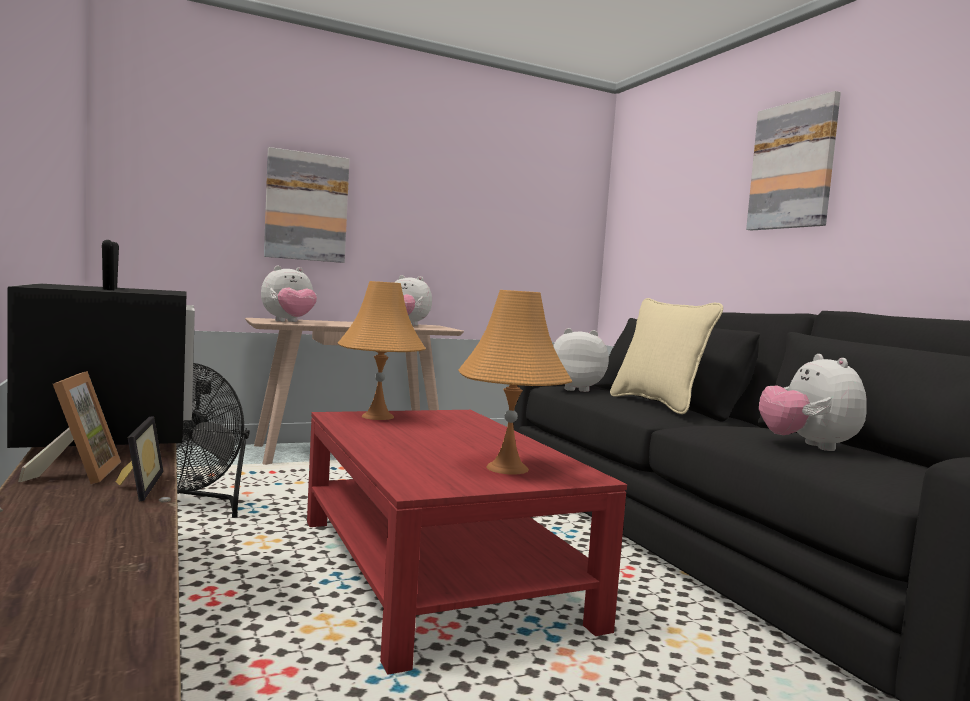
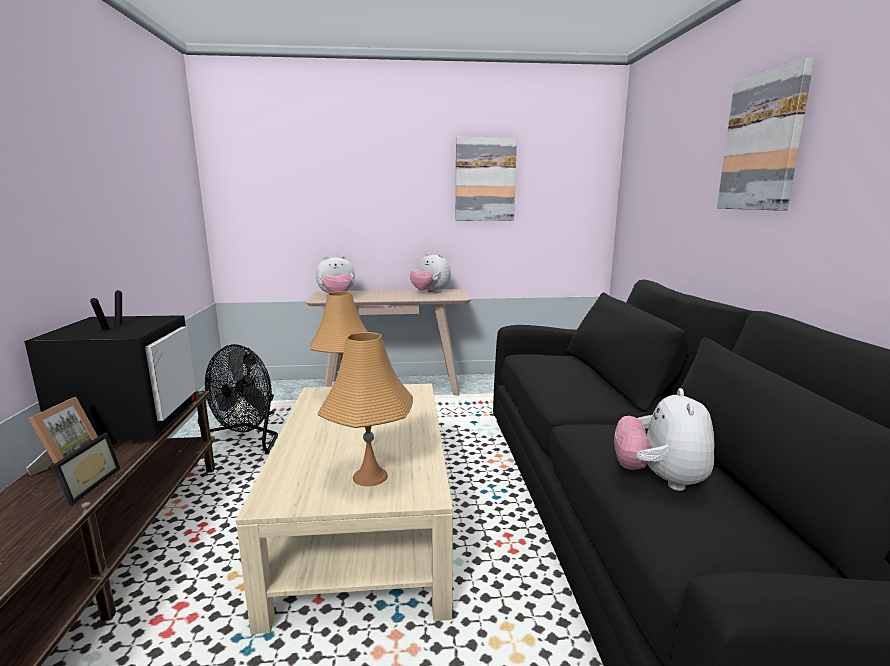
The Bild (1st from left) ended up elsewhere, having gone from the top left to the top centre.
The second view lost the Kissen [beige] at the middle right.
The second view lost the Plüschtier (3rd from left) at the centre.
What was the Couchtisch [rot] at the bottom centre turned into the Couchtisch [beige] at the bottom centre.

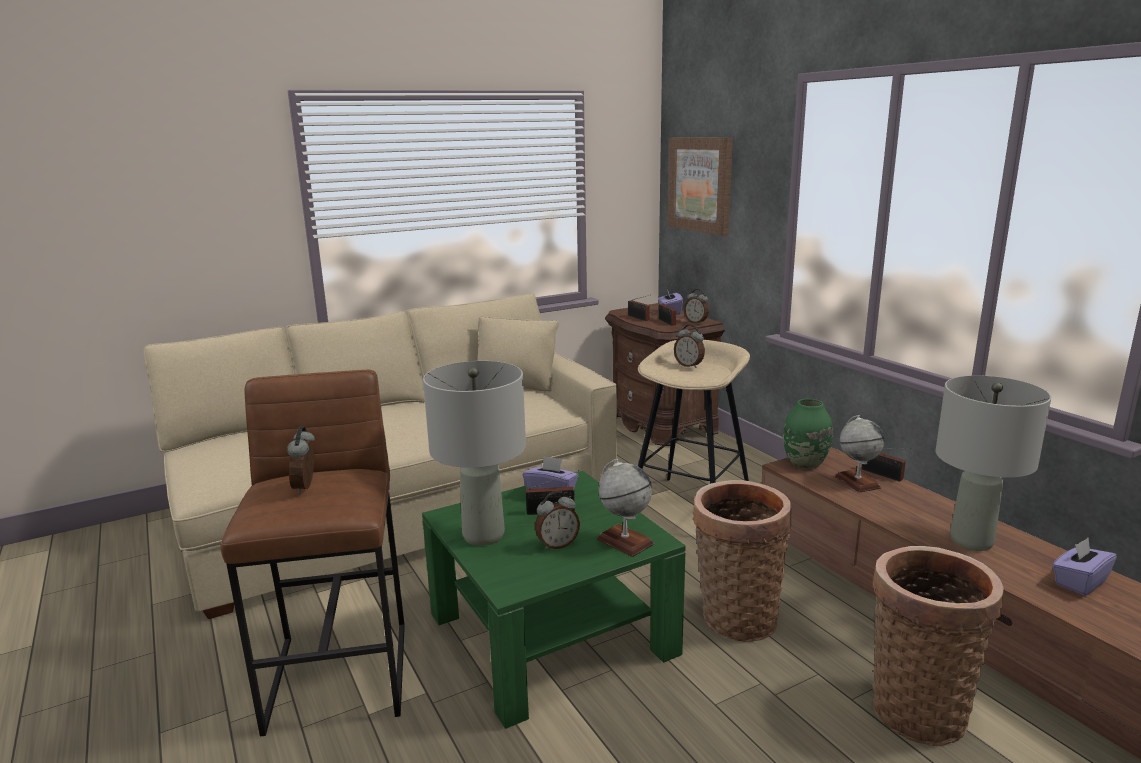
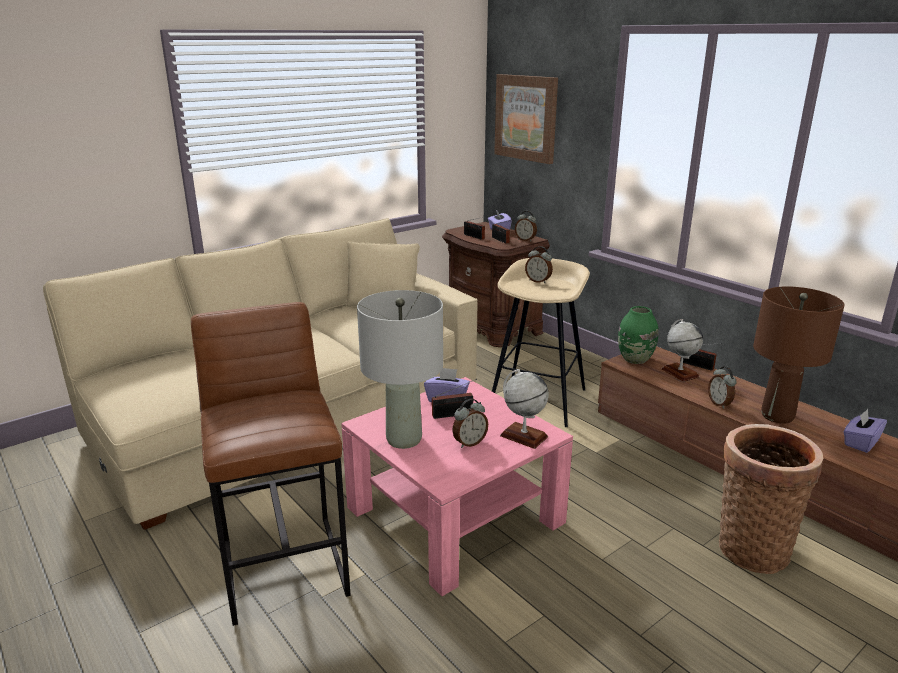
What was the Tischlampe [grau] (2nd from left) at the middle right turned into the Tischlampe [braun] at the middle right.
The Wecker (1st from left in the first image) ended up elsewhere, having gone from the middle left to the middle right.
What was the Couchtisch [grün] at the bottom centre turned into the Couchtisch [rosa] at the bottom centre.
The second view lost the Korb (1st from left) at the bottom centre.

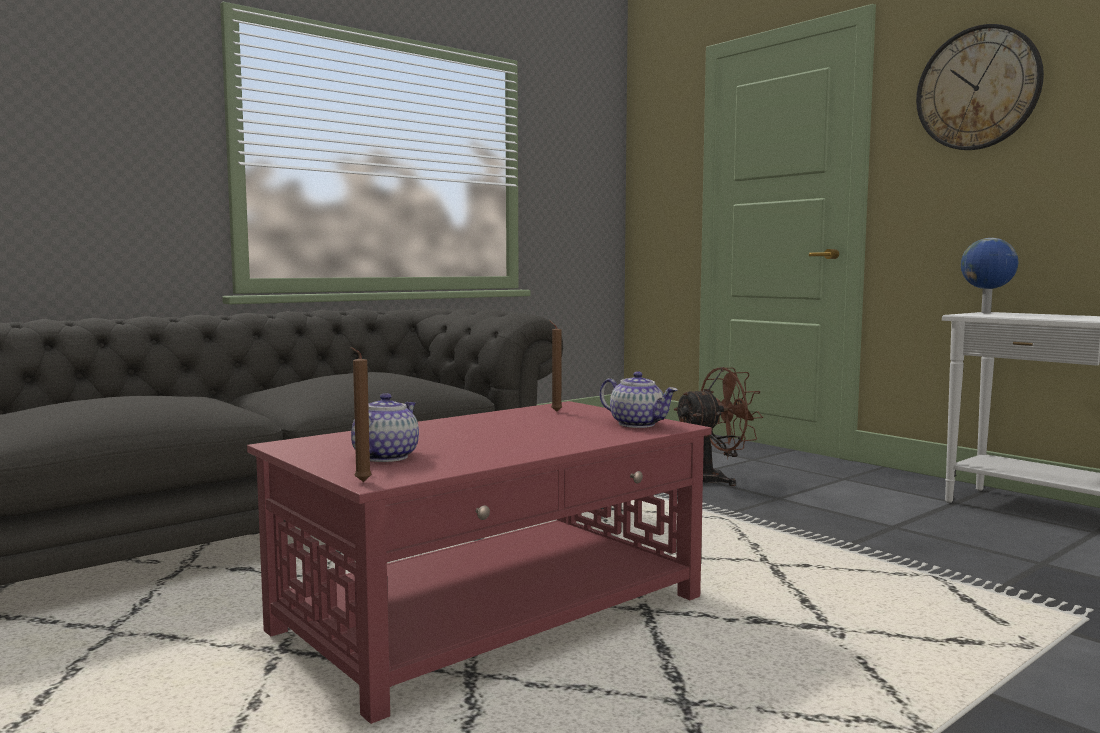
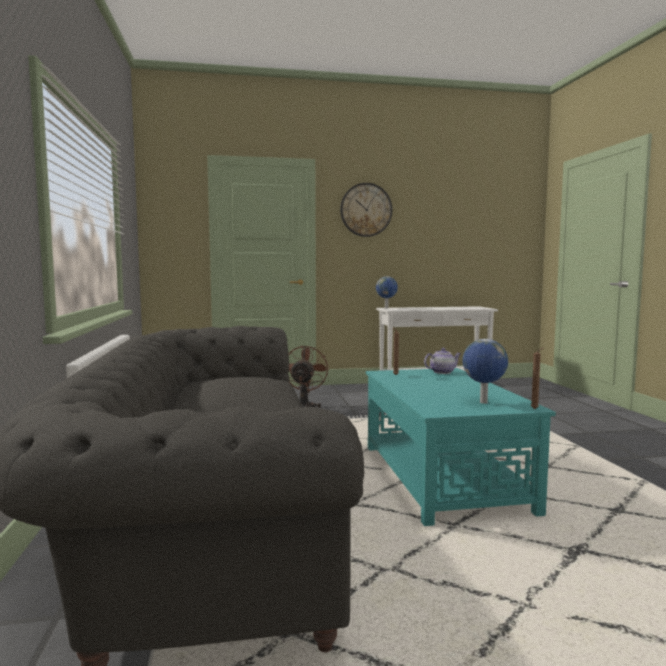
Where the Teekanne (1st from left) stood at the centre, the Globus (2nd from left) came to stand at the middle right.
What was the Couchtisch [rot] at the bottom centre turned into the Couchtisch [türkis] at the bottom right.

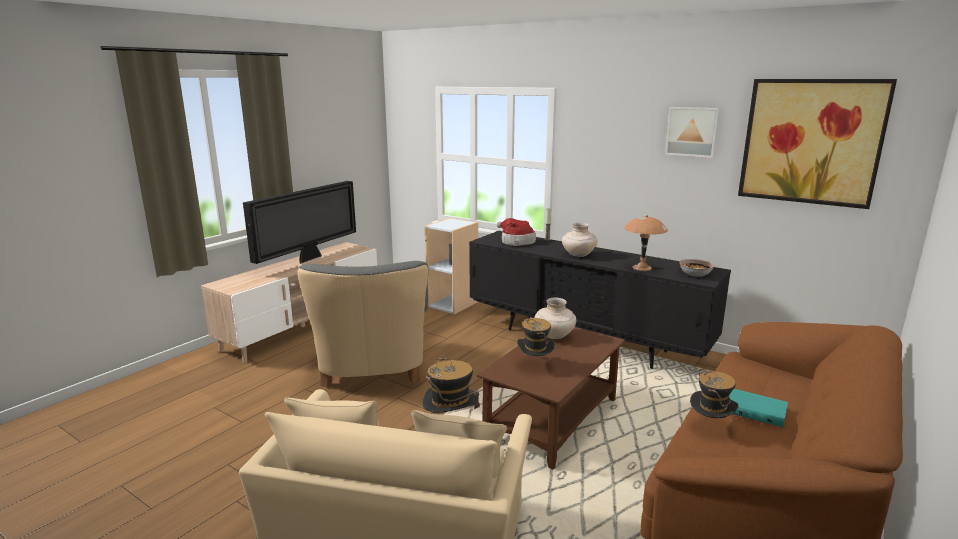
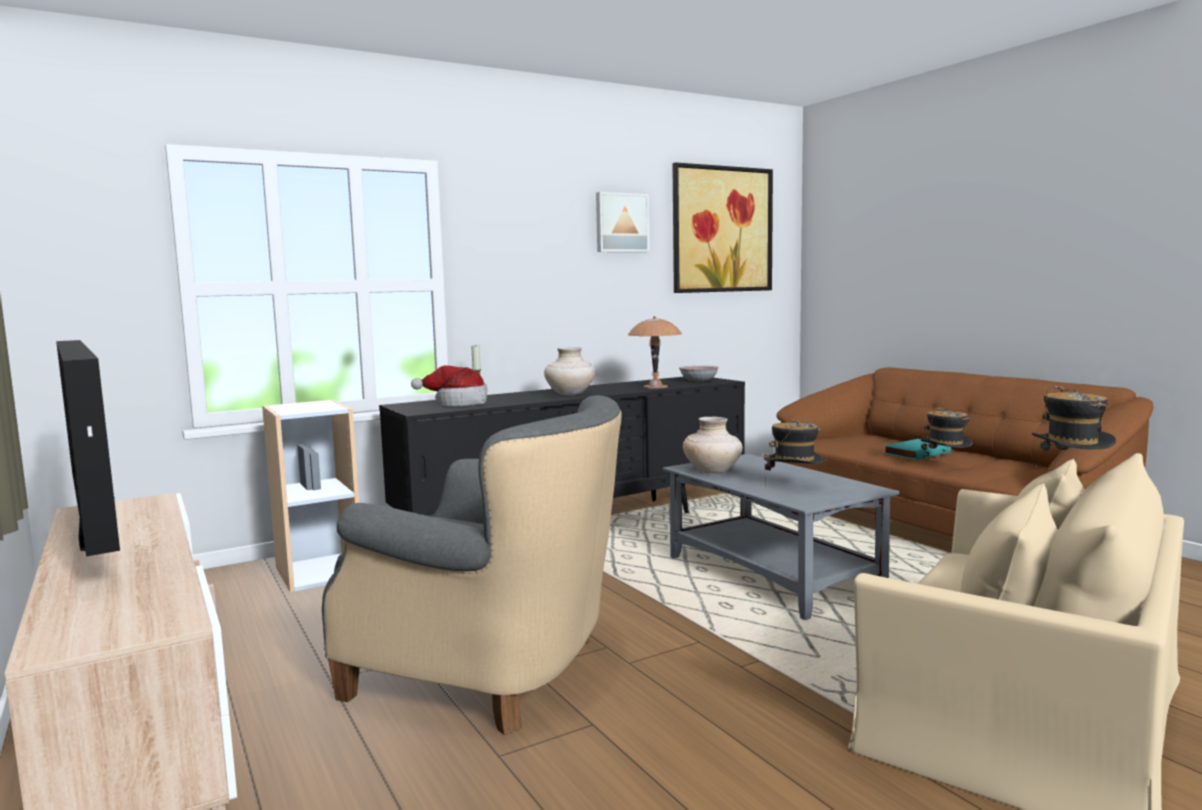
What was the Couchtisch [braun] at the bottom centre turned into the Couchtisch [grau] at the centre.

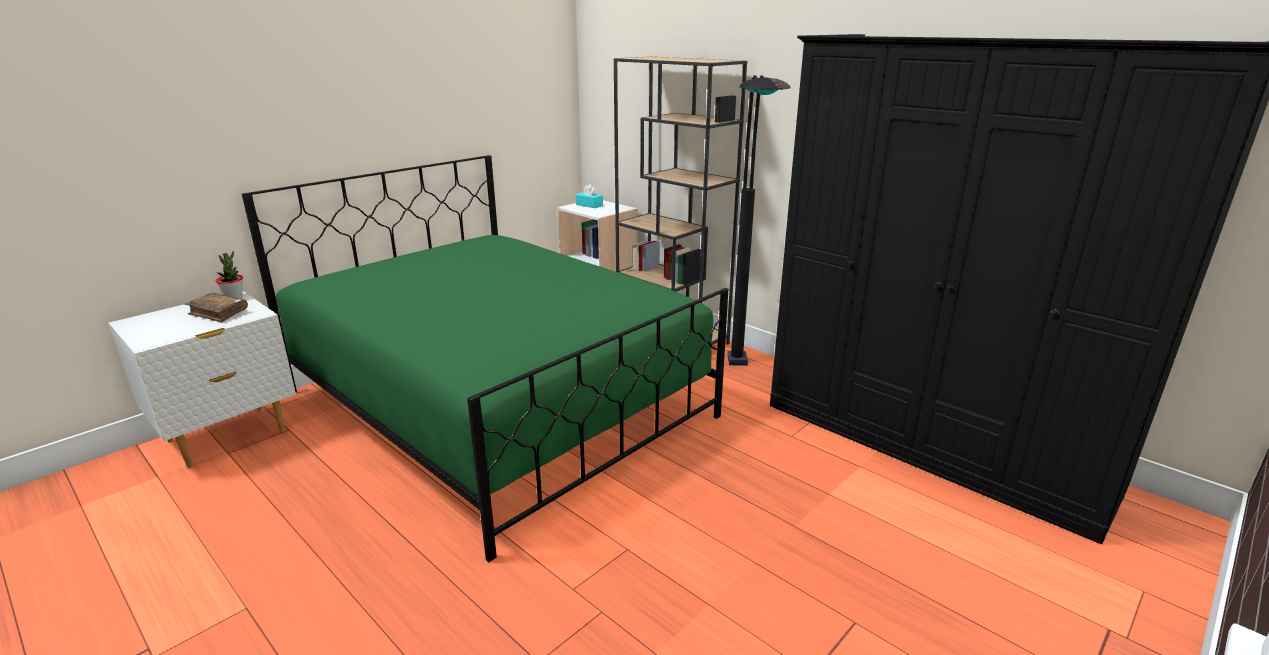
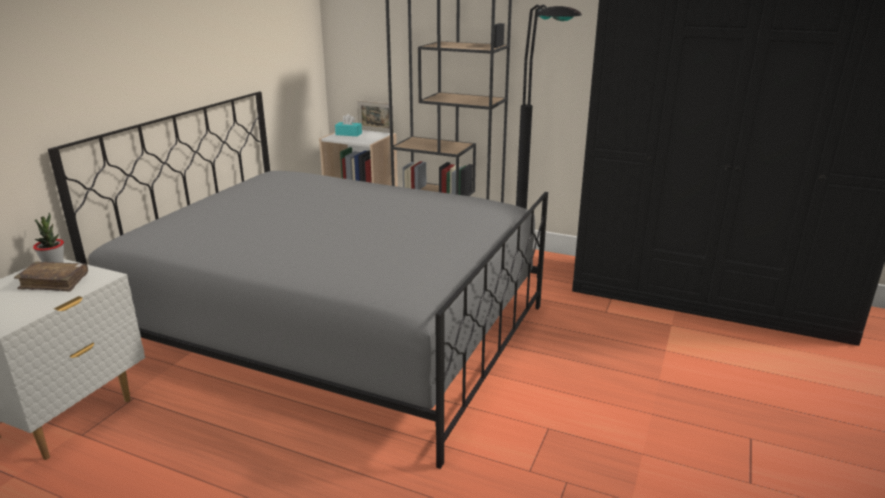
What was the Bett [grün] at the centre turned into the Bett [grau] at the centre.
The second view gained the Bilderrahmen at the top centre.

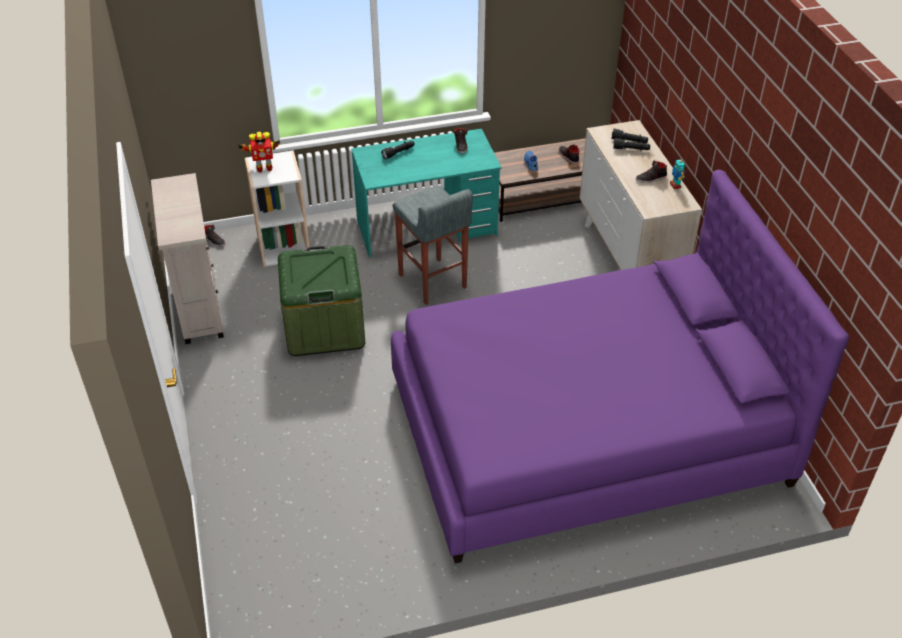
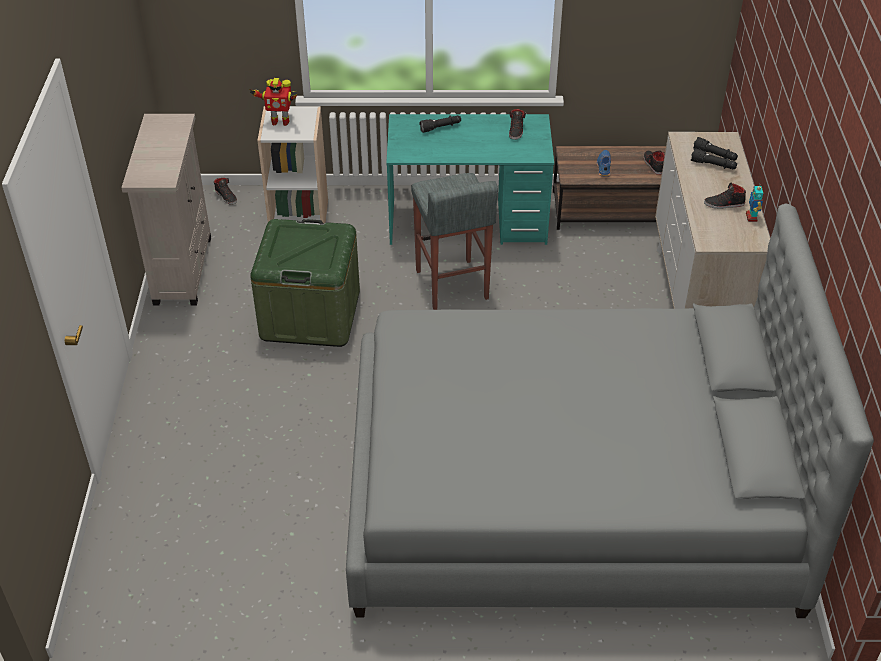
What was the Bett [lila] at the middle right turned into the Bett [grau] at the middle right.

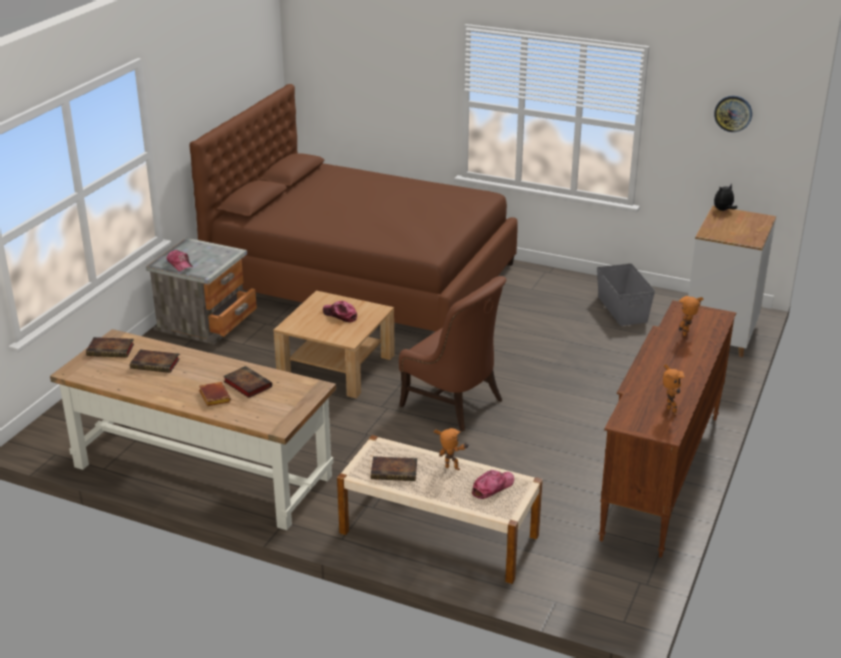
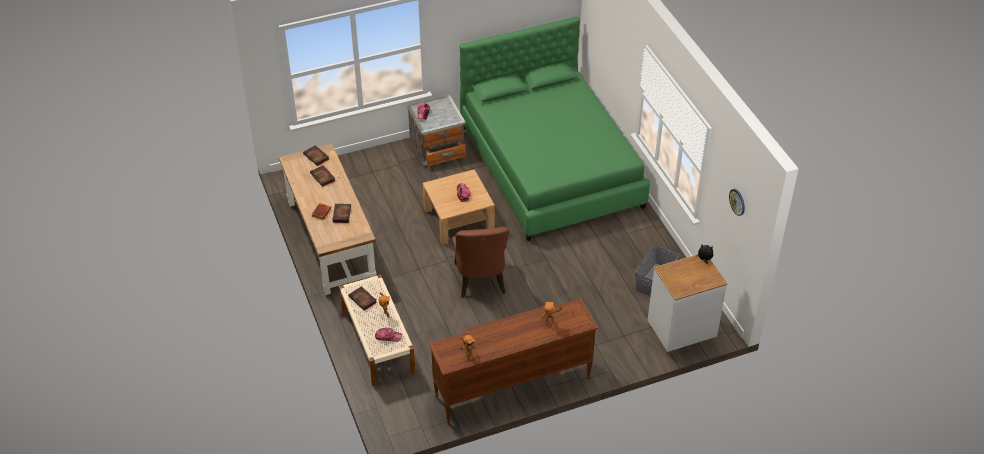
What was the Bett [braun] at the top centre turned into the Bett [grün] at the top centre.

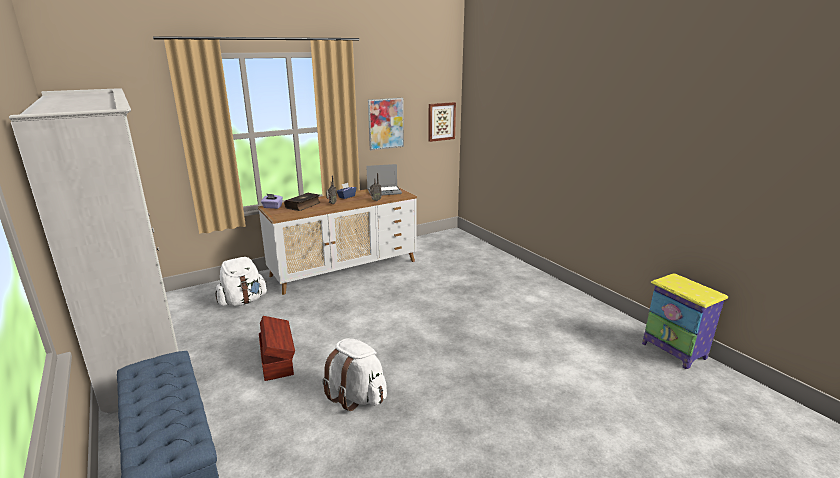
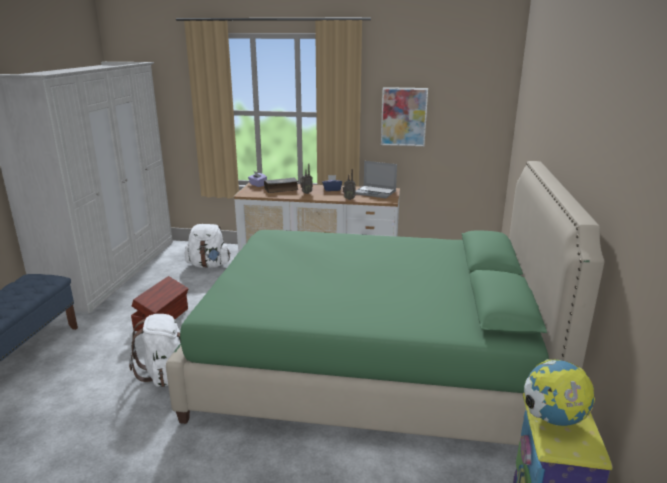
The second view lost the Bild (2nd from left) at the top centre.
The second view gained the Bett [grün] at the centre.
The second view gained the Globus at the bottom right.

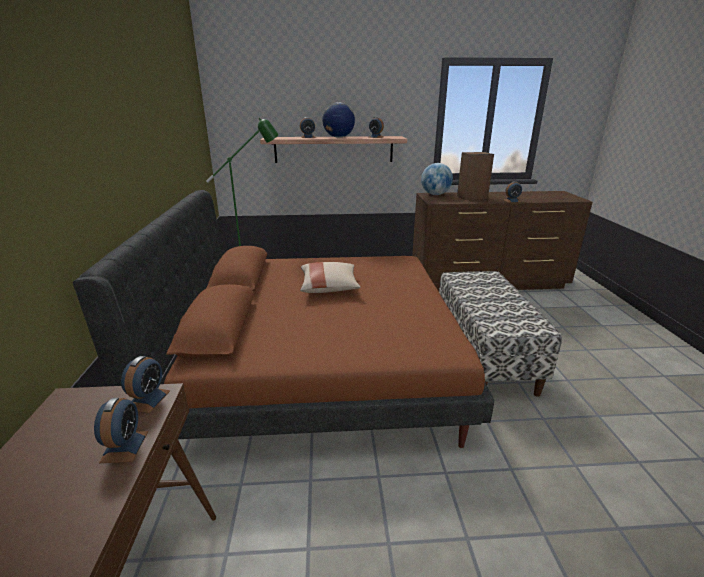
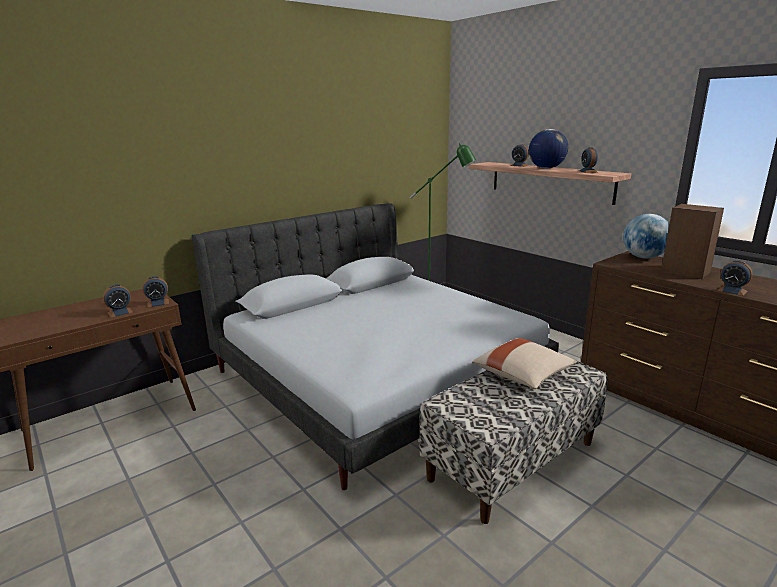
What was the Bett [braun] at the centre turned into the Bett [grau] at the centre.
The Kissen [beige] ended up elsewhere, having gone from the centre to the middle right.

